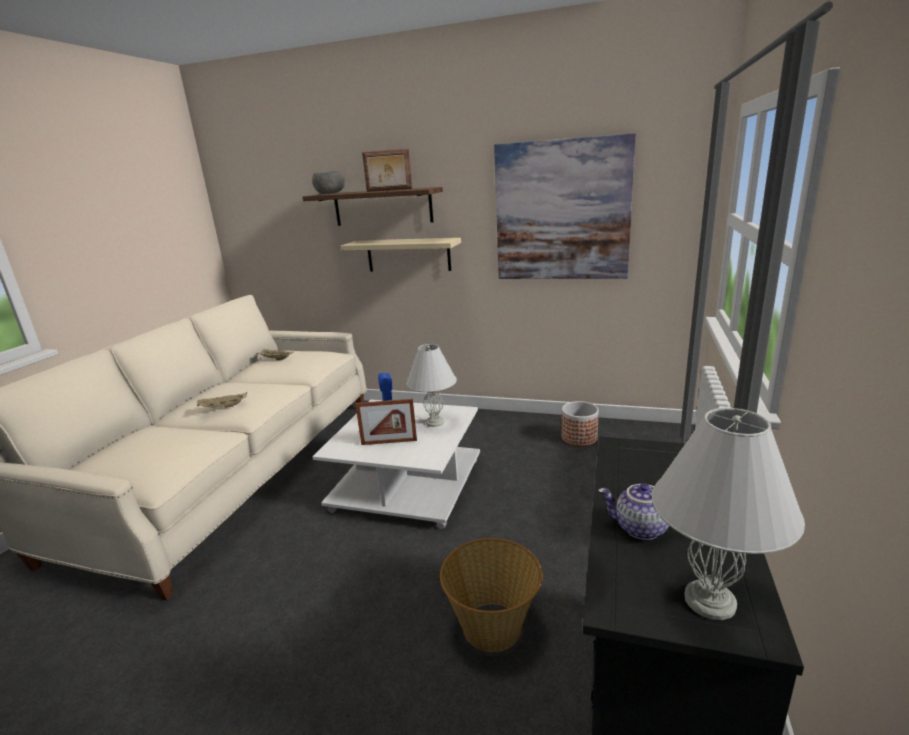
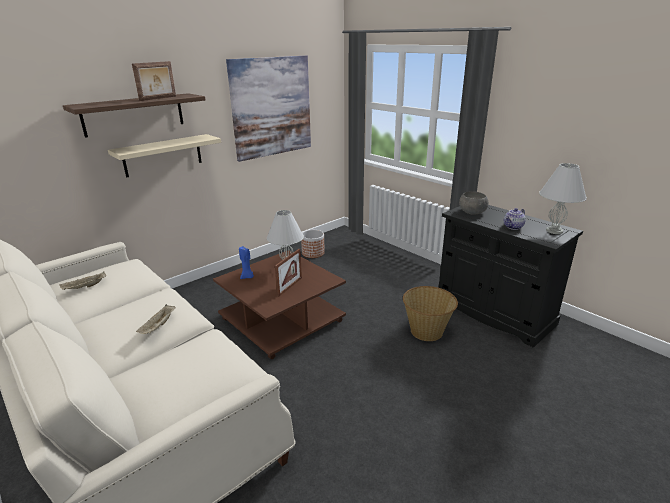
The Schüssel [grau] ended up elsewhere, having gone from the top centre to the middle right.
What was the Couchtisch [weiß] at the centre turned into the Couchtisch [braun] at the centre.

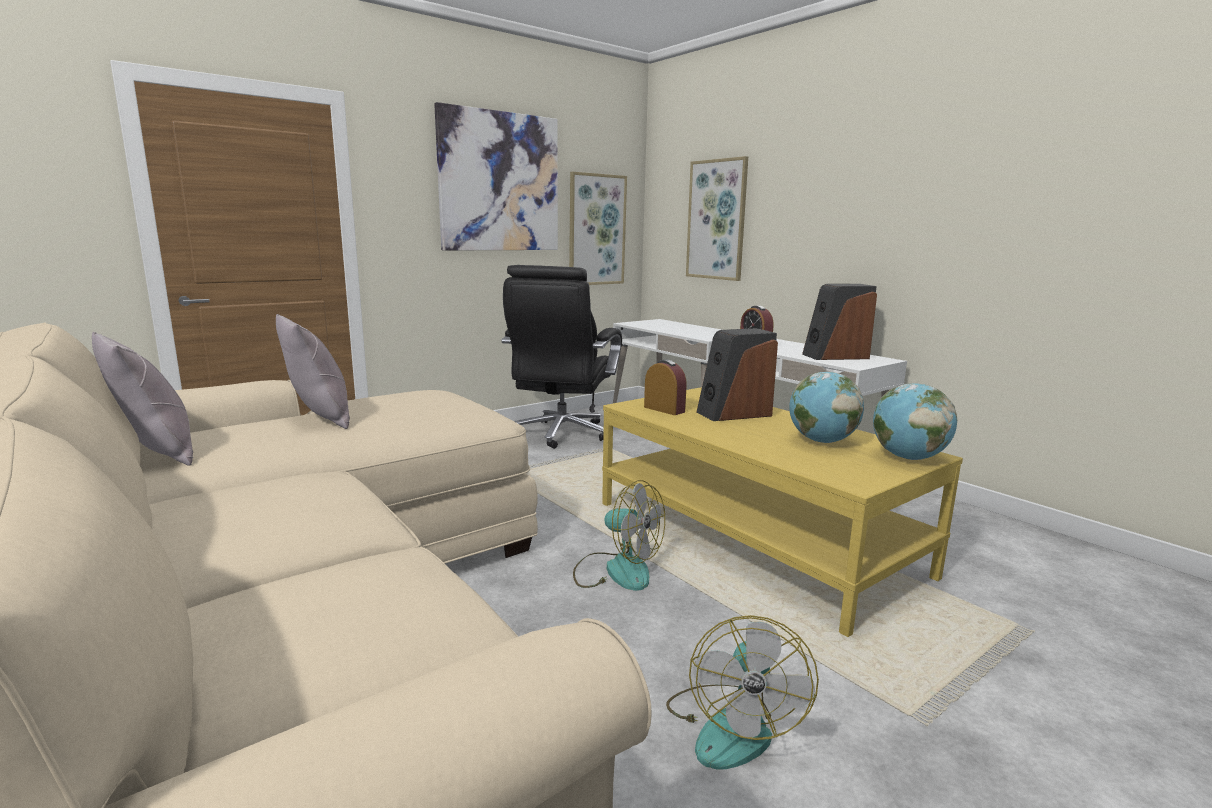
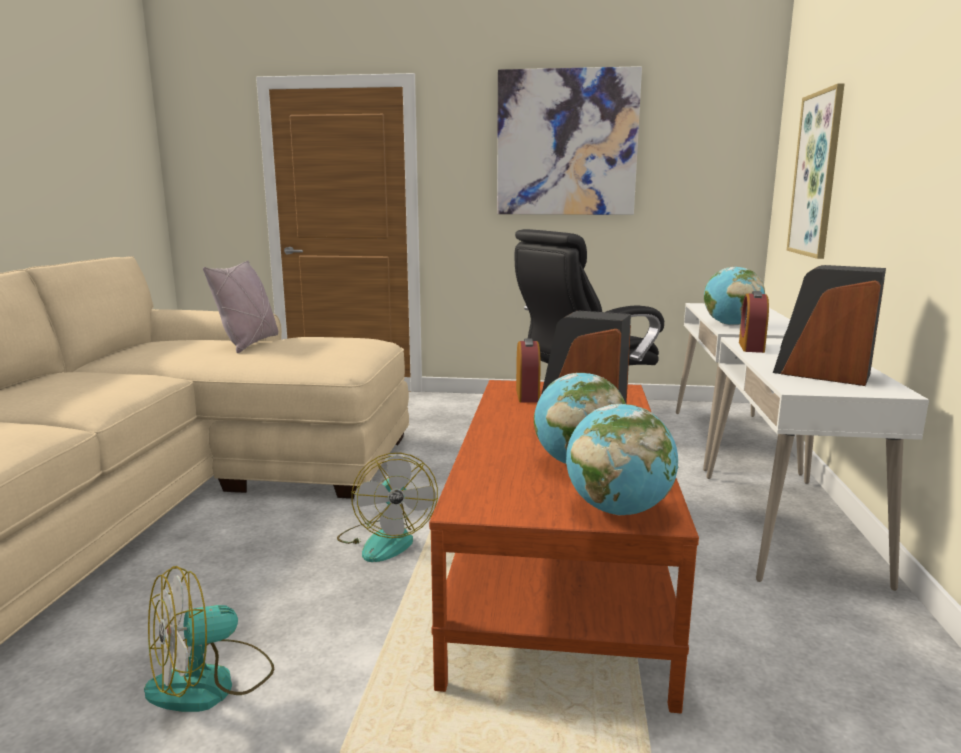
The second view lost the Bild (2nd from left) at the top centre.
The second view lost the Kissen [lila] (1st from left) at the middle left.
What was the Couchtisch [gelb] at the centre turned into the Couchtisch [braun] at the bottom centre.
The second view gained the Globus (3rd from left) at the middle right.

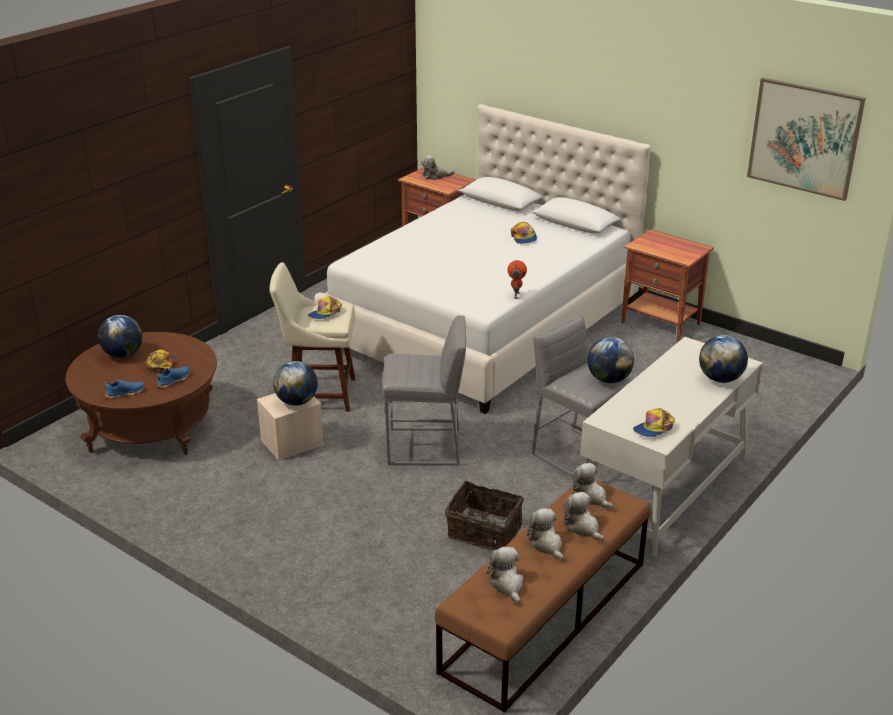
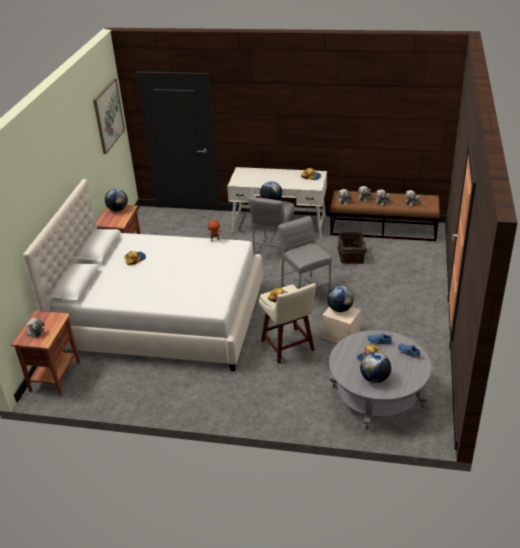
What was the Couchtisch [braun] at the middle left turned into the Couchtisch [grau] at the bottom right.
The Globus (4th from left in the first image) ended up elsewhere, having gone from the middle right to the middle left.

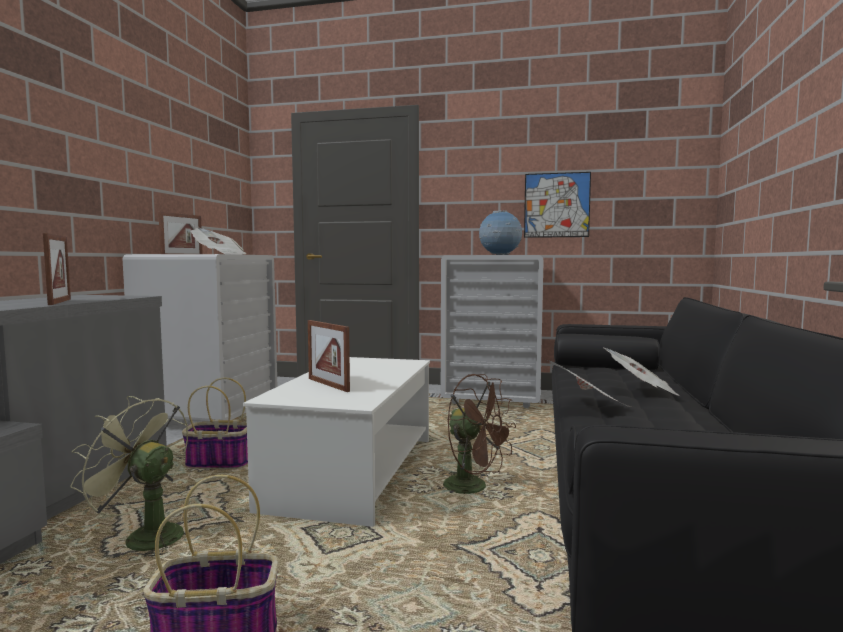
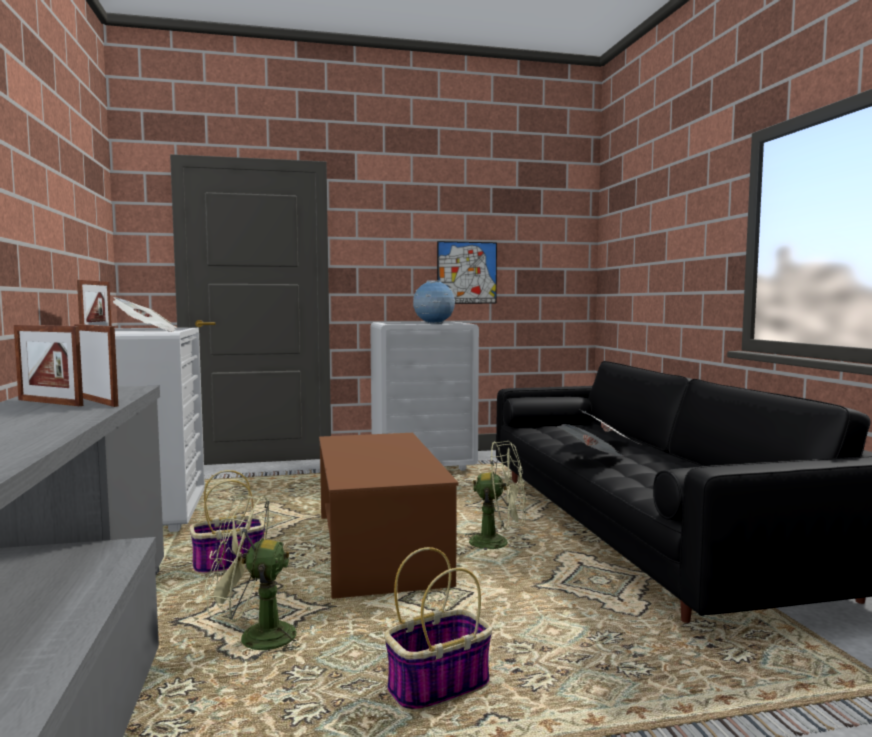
The Bilderrahmen (3rd from left in the first image) ended up elsewhere, having gone from the centre to the middle left.
What was the Couchtisch [weiß] at the bottom centre turned into the Couchtisch [braun] at the bottom centre.
What was the Ventilator [braun] at the bottom centre turned into the Ventilator [grün] (2nd from left) at the bottom centre.

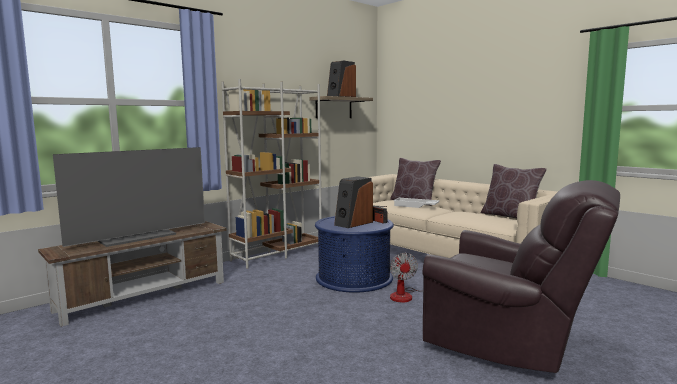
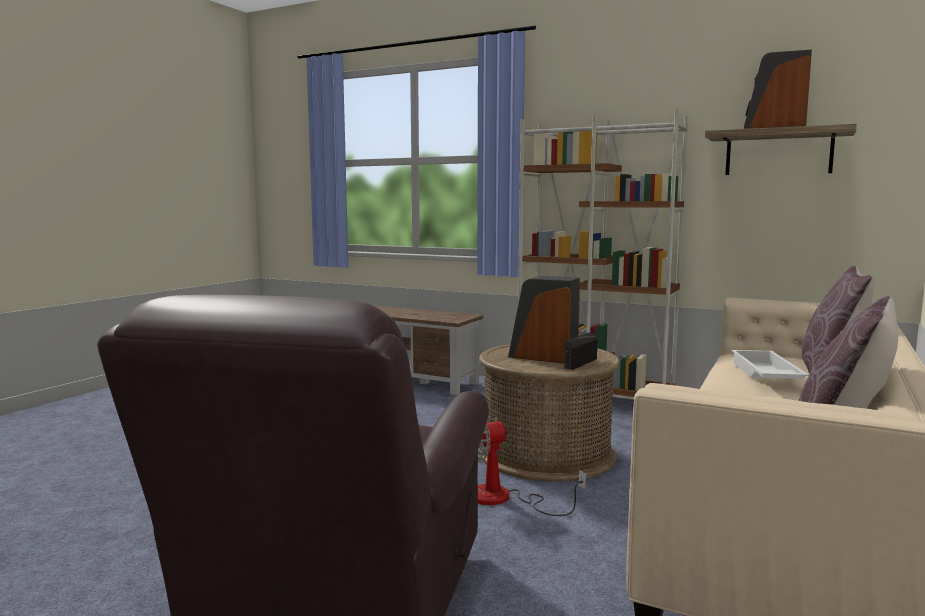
The second view lost the Fernseher at the middle left.
What was the Couchtisch [blau] at the centre turned into the Couchtisch [braun] at the bottom centre.

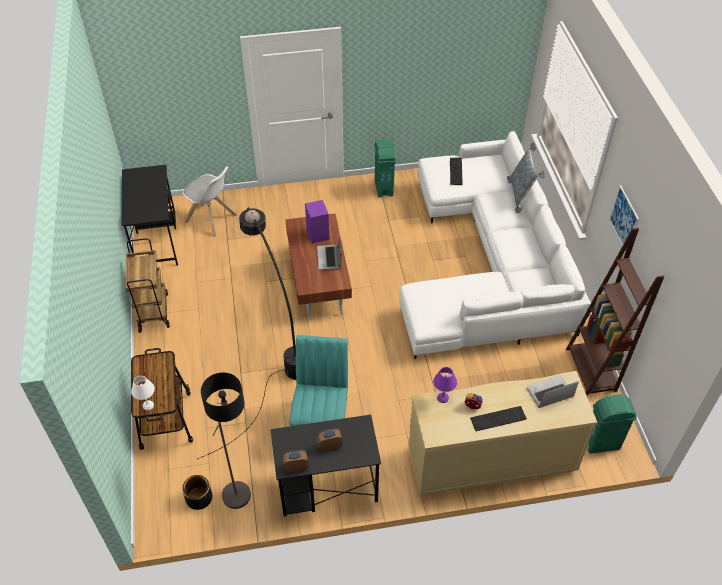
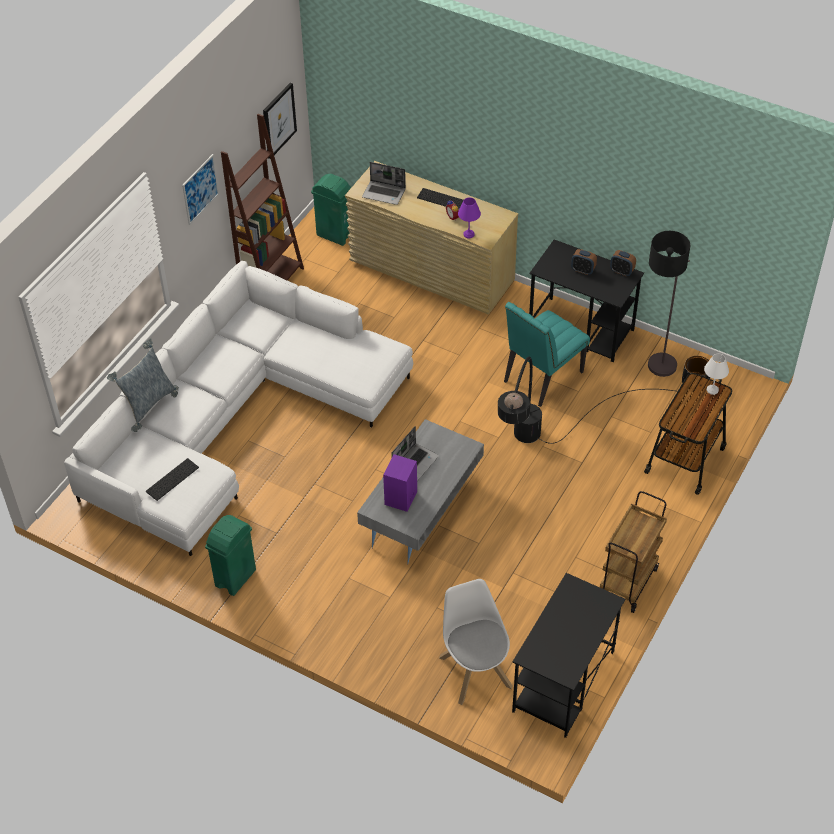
What was the Couchtisch [braun] at the centre turned into the Couchtisch [grau] at the centre.
The second view gained the Bild (2nd from left) at the top centre.

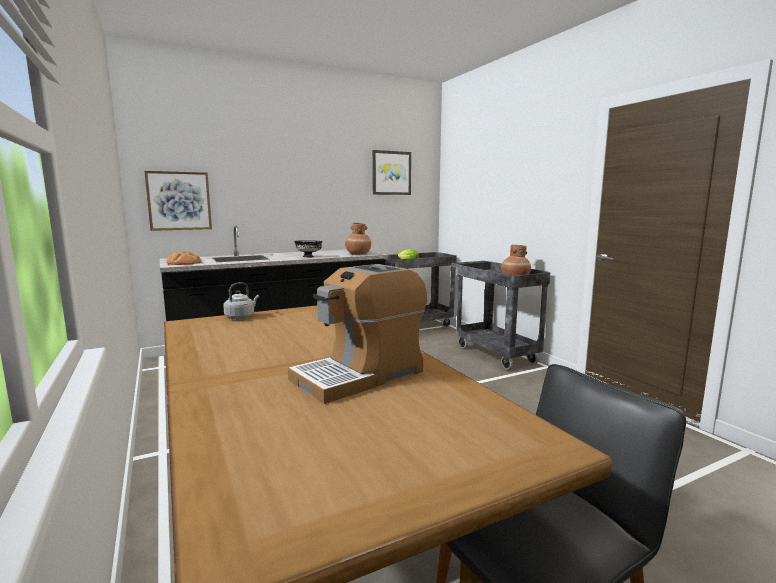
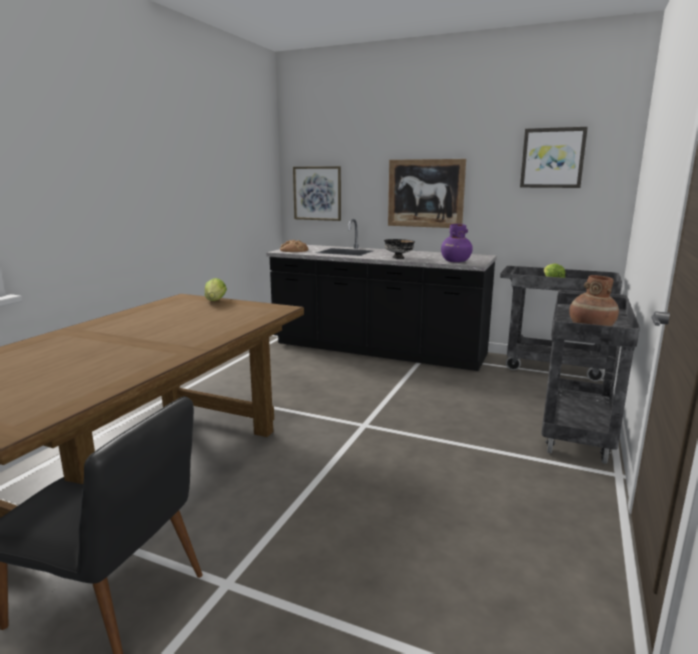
What was the Vase [braun] (1st from left) at the centre turned into the Vase [lila] at the centre.
The second view lost the Kaffeemaschine at the centre.
Where the Wasserkessel [grau] stood at the middle left, the Salatkopf (1st from left) came to stand at the middle left.
The second view gained the Bild (2nd from left) at the top centre.

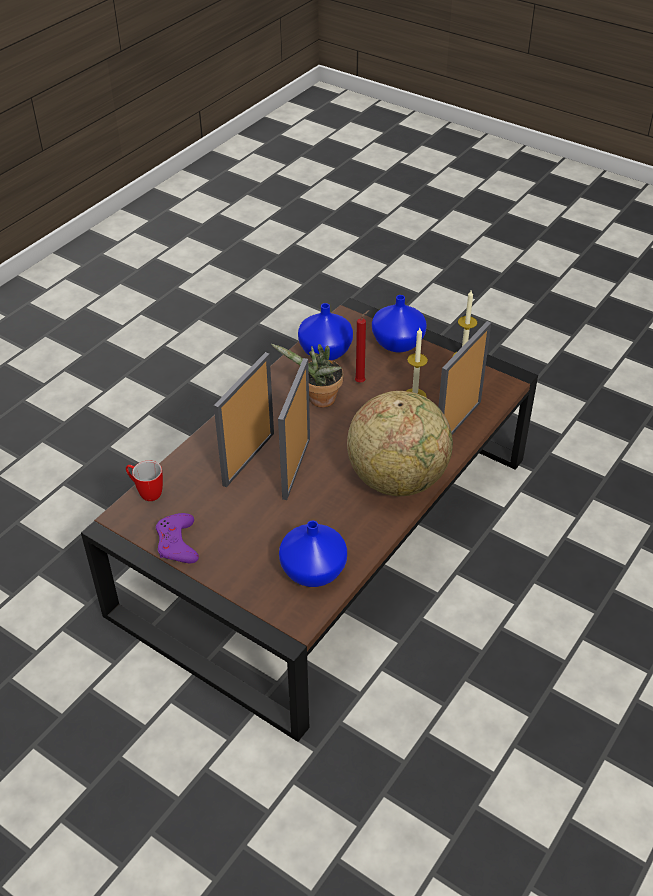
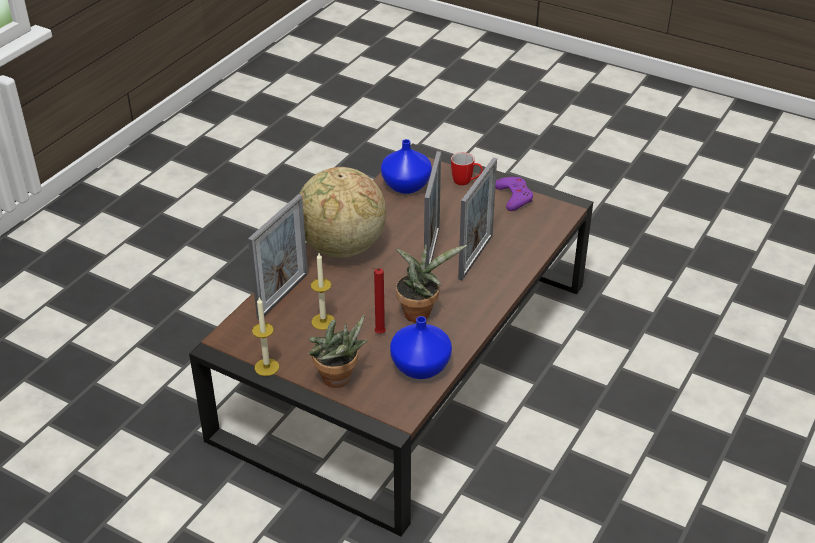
Where the Vase [blau] (3rd from left) stood at the centre, the Topfpflanze (1st from left) came to stand at the centre.
The Henkelbecher ended up elsewhere, having gone from the middle left to the top centre.

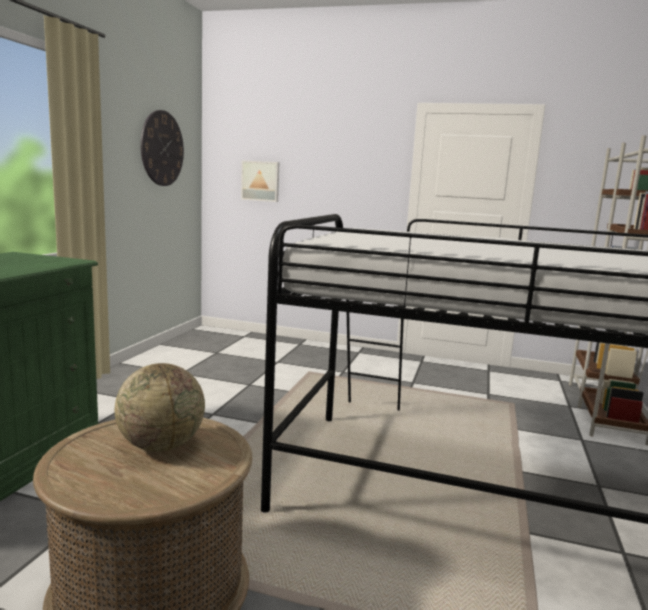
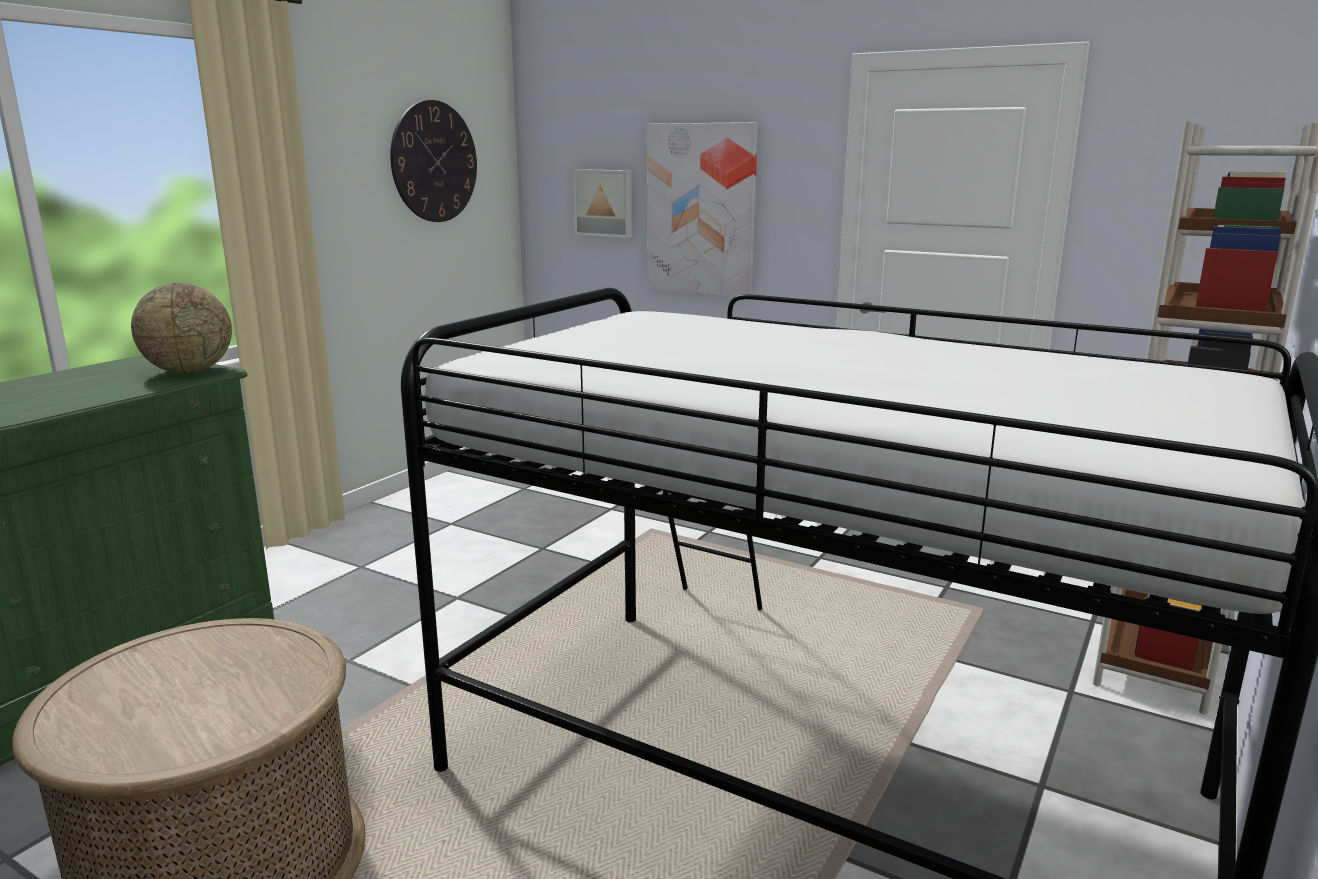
The Globus ended up elsewhere, having gone from the bottom left to the middle left.
The second view gained the Bild (2nd from left) at the top centre.

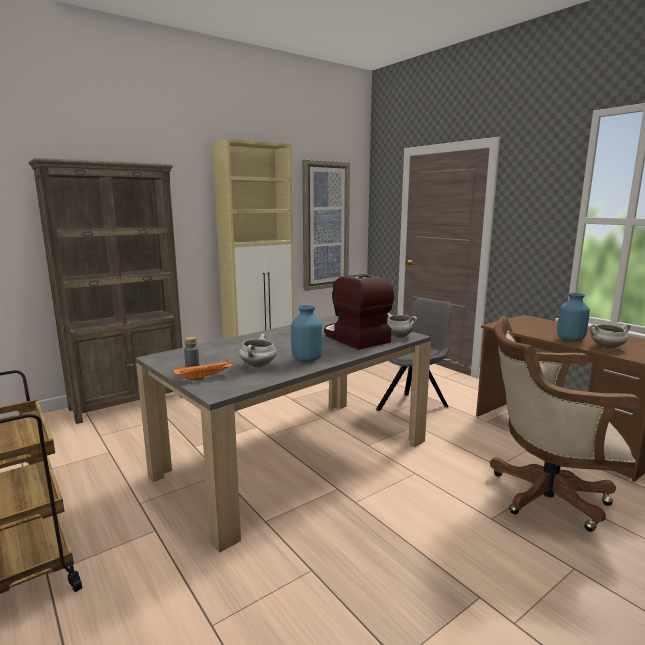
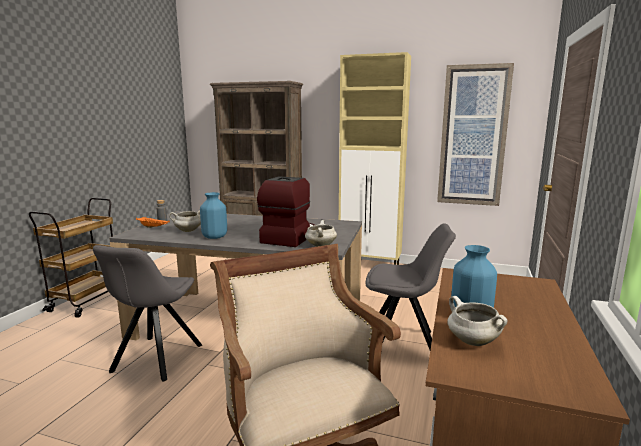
The second view gained the Stuhl [grau] (1st from left) at the bottom left.

